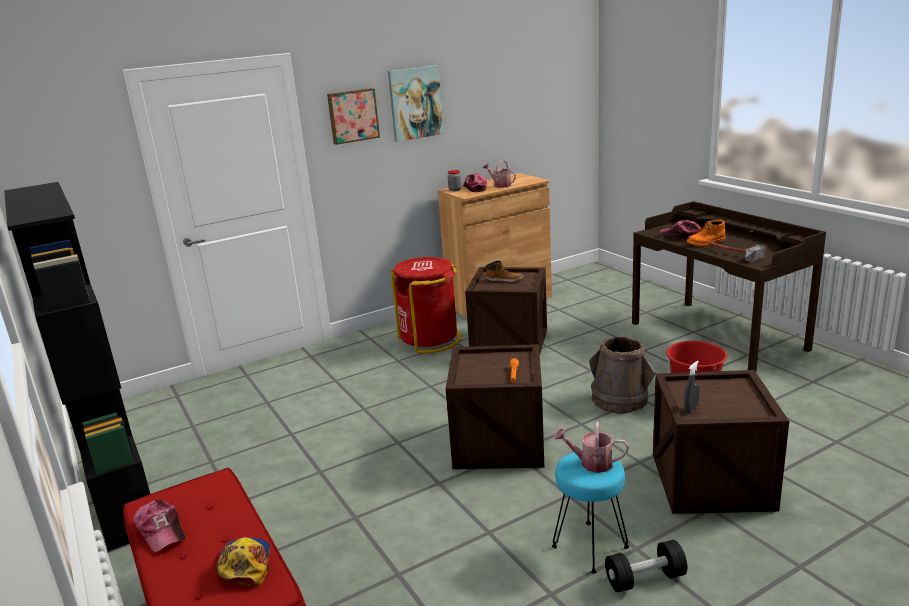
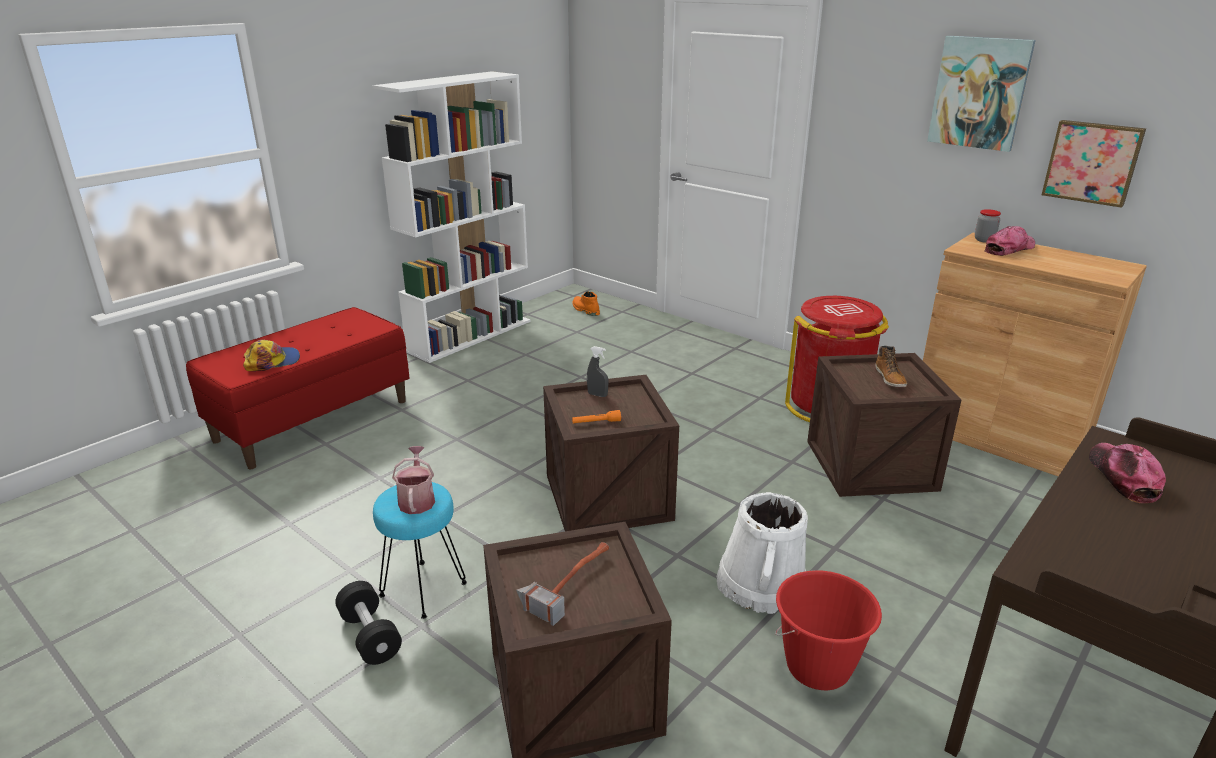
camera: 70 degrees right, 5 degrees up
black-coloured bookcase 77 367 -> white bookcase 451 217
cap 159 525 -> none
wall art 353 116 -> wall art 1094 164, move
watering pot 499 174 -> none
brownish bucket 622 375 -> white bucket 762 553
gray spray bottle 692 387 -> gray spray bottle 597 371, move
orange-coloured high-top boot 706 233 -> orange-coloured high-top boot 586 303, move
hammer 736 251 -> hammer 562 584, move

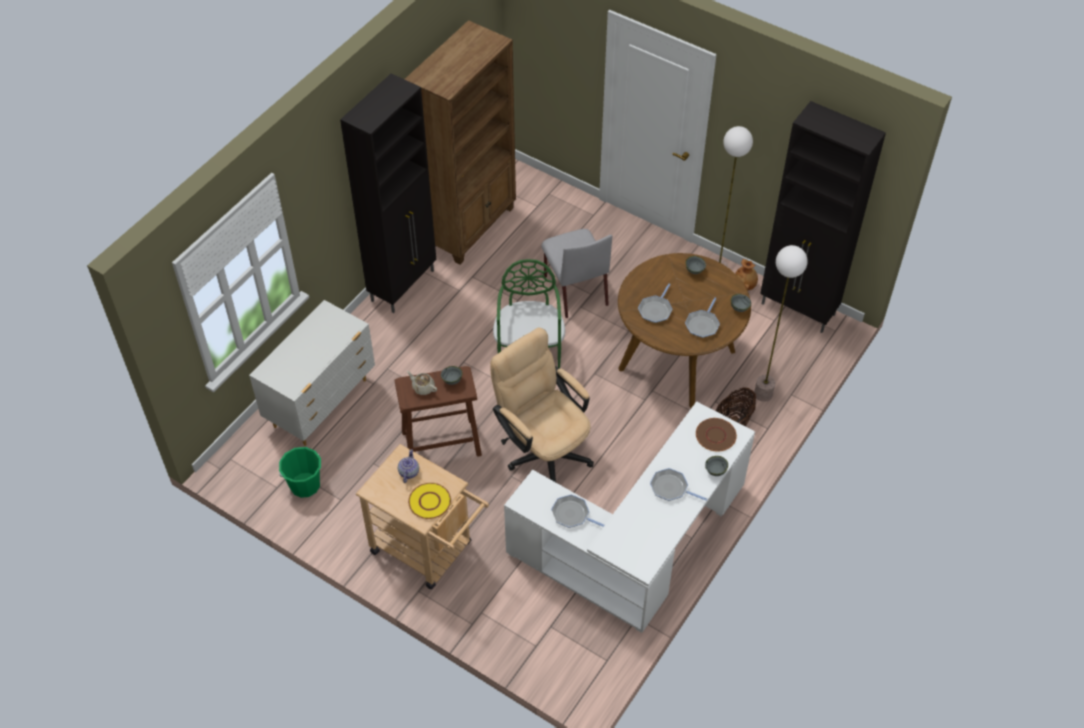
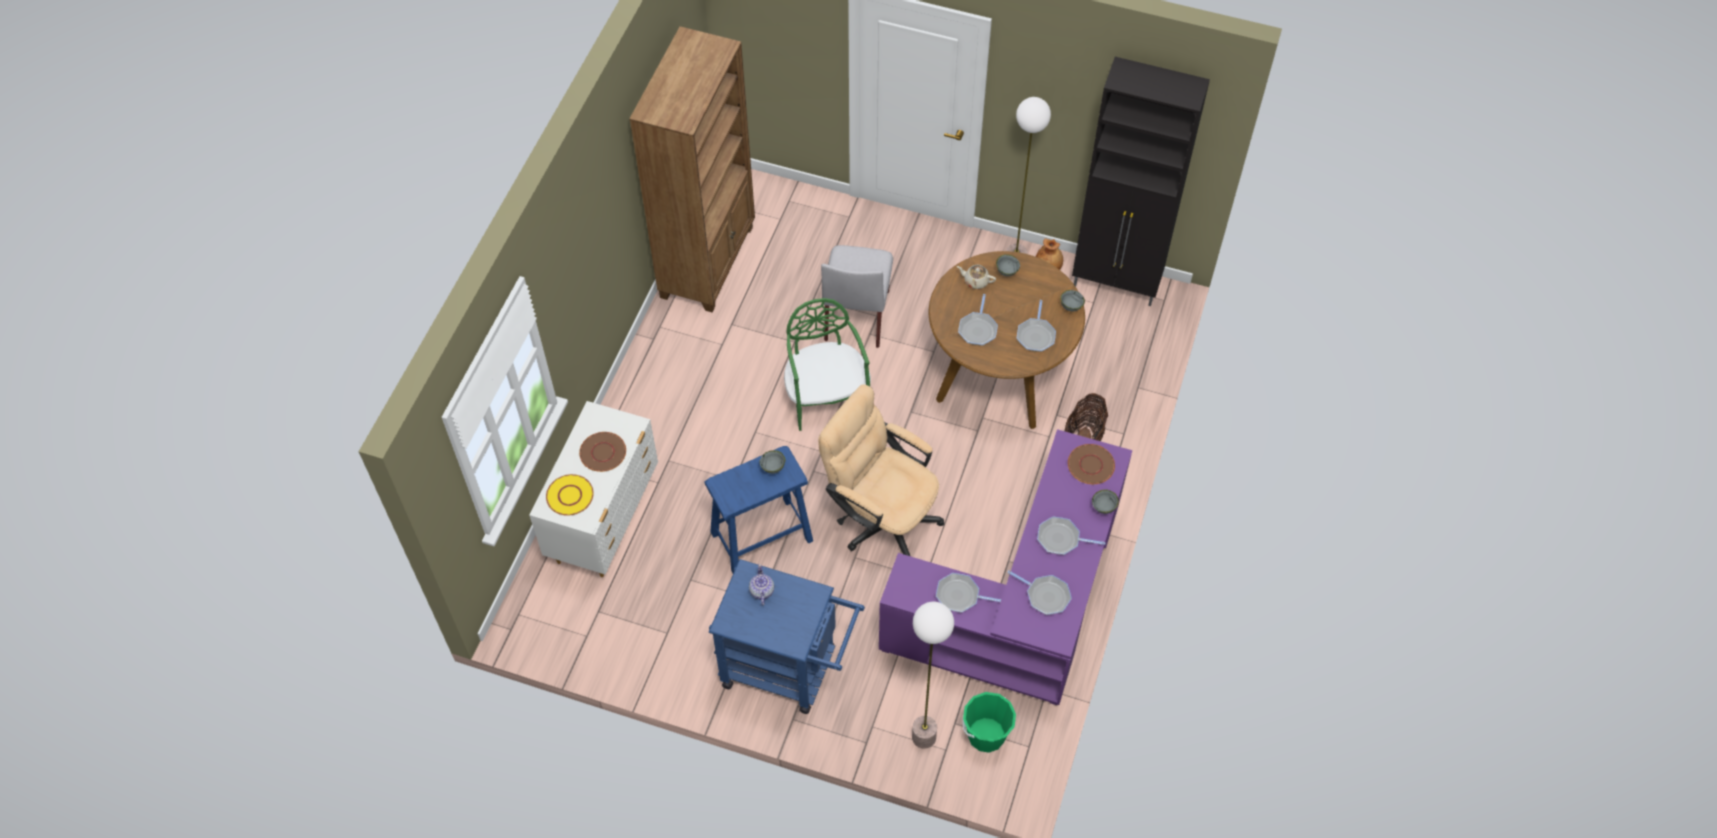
camera: 15 degrees left, 5 degrees up
green bucket 300 472 -> green bucket 989 722, move
black-coloured cupboard 388 193 -> none
beige-coloured wheeled cart 422 516 -> blue-coloured wheeled cart 787 636
brownish sitting stool 438 411 -> blue-coloured sitting stool 759 509
beige-coloured teapot 422 383 -> beige-coloured teapot 976 277, move
yellow-coloured dinner plate 429 501 -> yellow-coloured dinner plate 570 495, move
white desk 629 517 -> purplish desk 1005 567
gray chair 576 273 -> gray chair 857 296, 45 degrees clockwise
floor lamp 781 323 -> floor lamp 933 675, move
none -> brownish dinner plate 602 452
none -> pan 1039 593

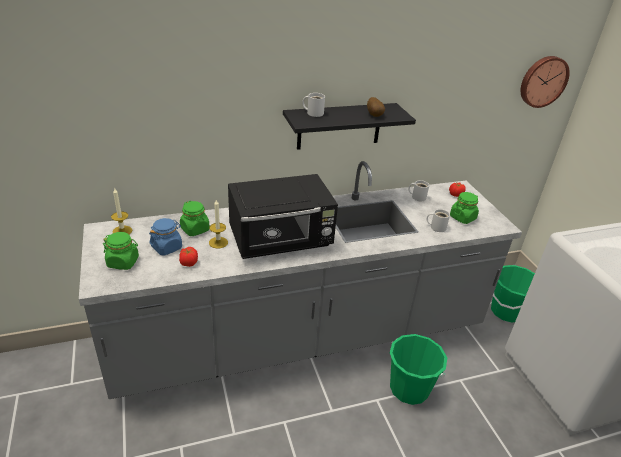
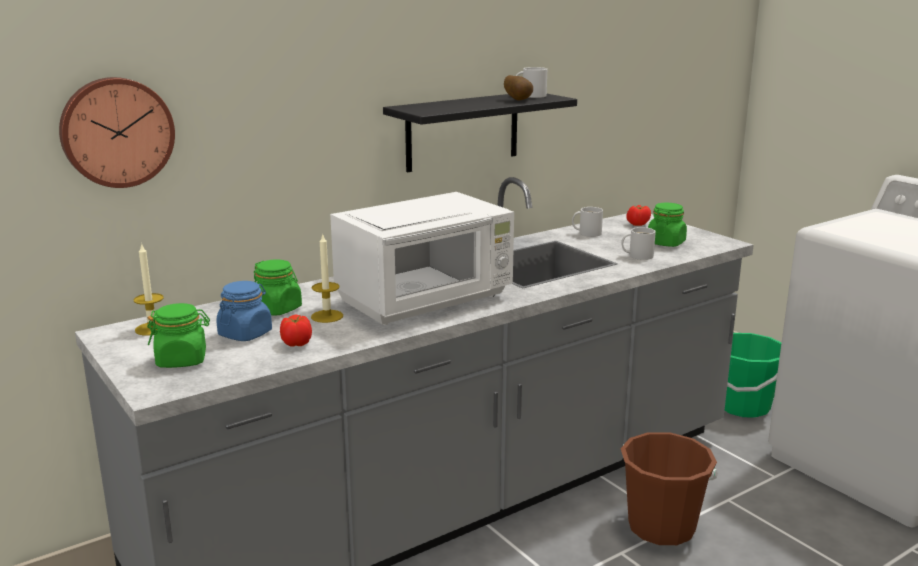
camera: 15 degrees left, 15 degrees down
black-coloured kitchen microwave 283 216 -> white kitchen microwave 422 258
white tea mug 313 105 -> white tea mug 531 82, move
green bucket 418 369 -> brownish bucket 669 488
hanging clock 545 82 -> hanging clock 117 132, move

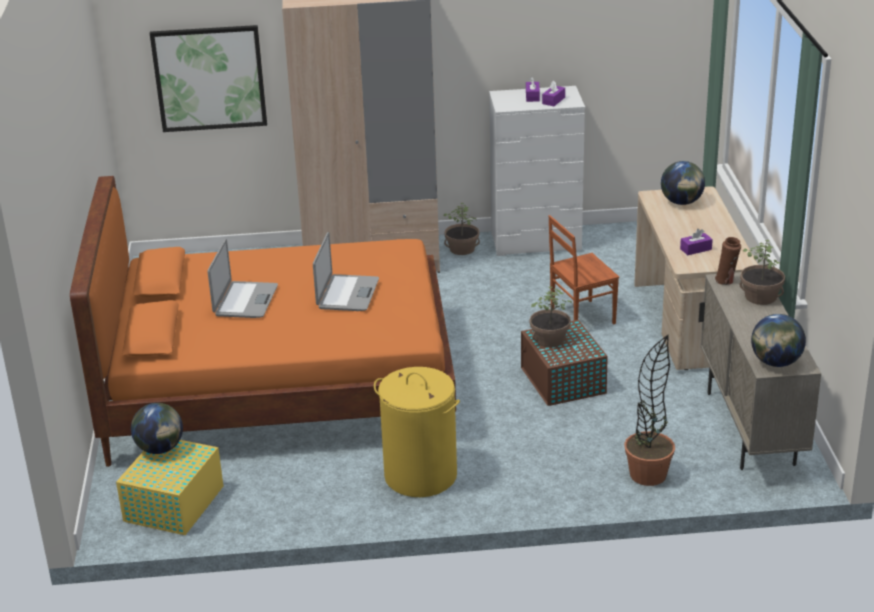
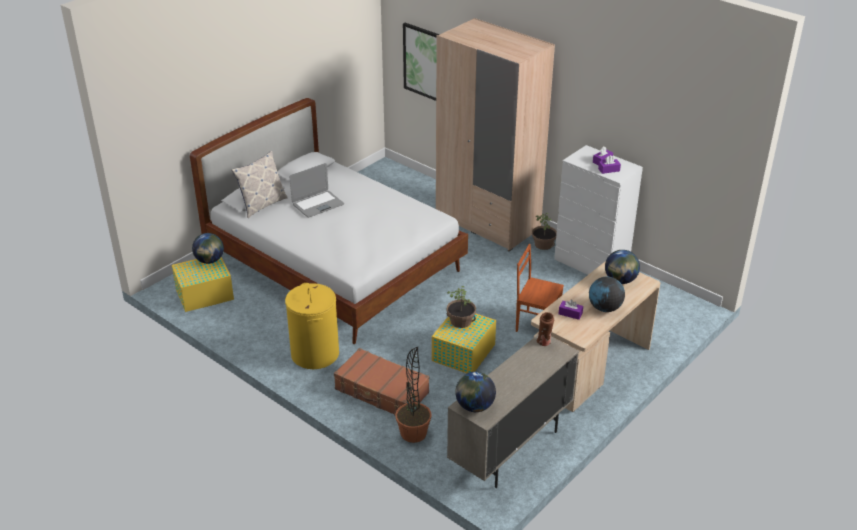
camera: 45 degrees right, 5 degrees up
orange-coloured bedroom bed 263 321 -> white bedroom bed 329 221
laptop 346 271 -> none
brownish storage bin 564 363 -> yellow-coloured storage bin 464 343
potted plant 762 272 -> none
none -> pillow 259 184
none -> brownish piece of luggage 381 381
none -> globe 607 294

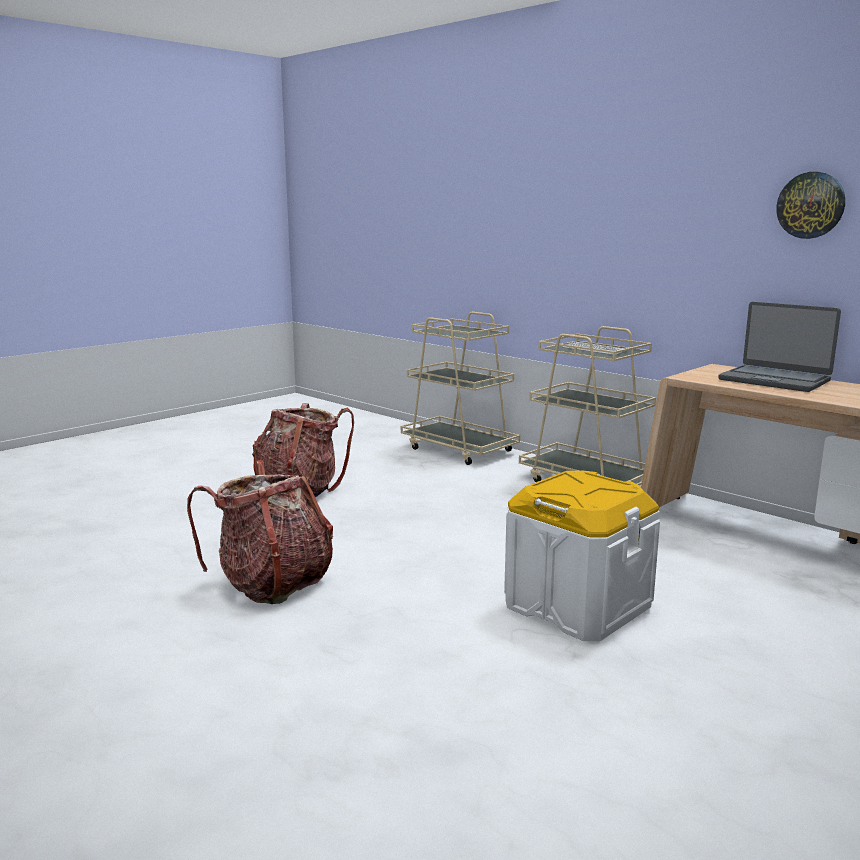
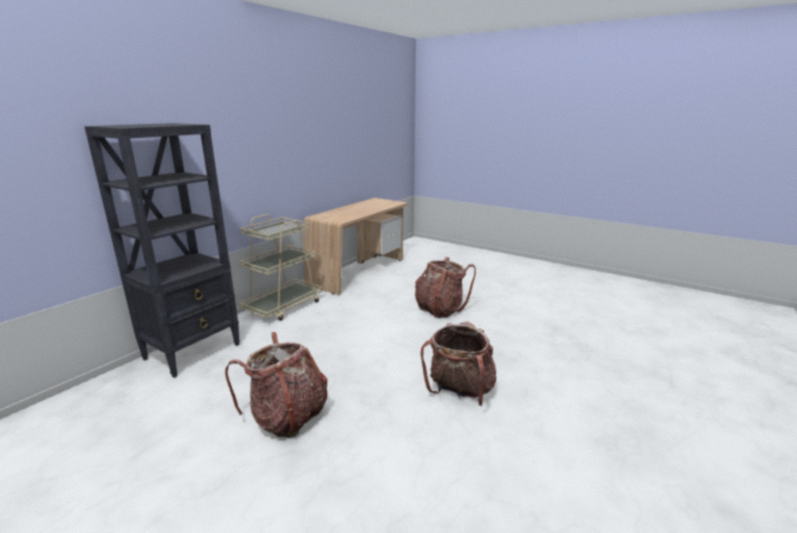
camera: 100 degrees left, 5 degrees up
beige-coloured wheeled cart 460 388 -> black-coloured bookcase 162 250
white storage bin 582 555 -> backpack 445 287
laptop 779 347 -> none
hanging clock 810 205 -> none

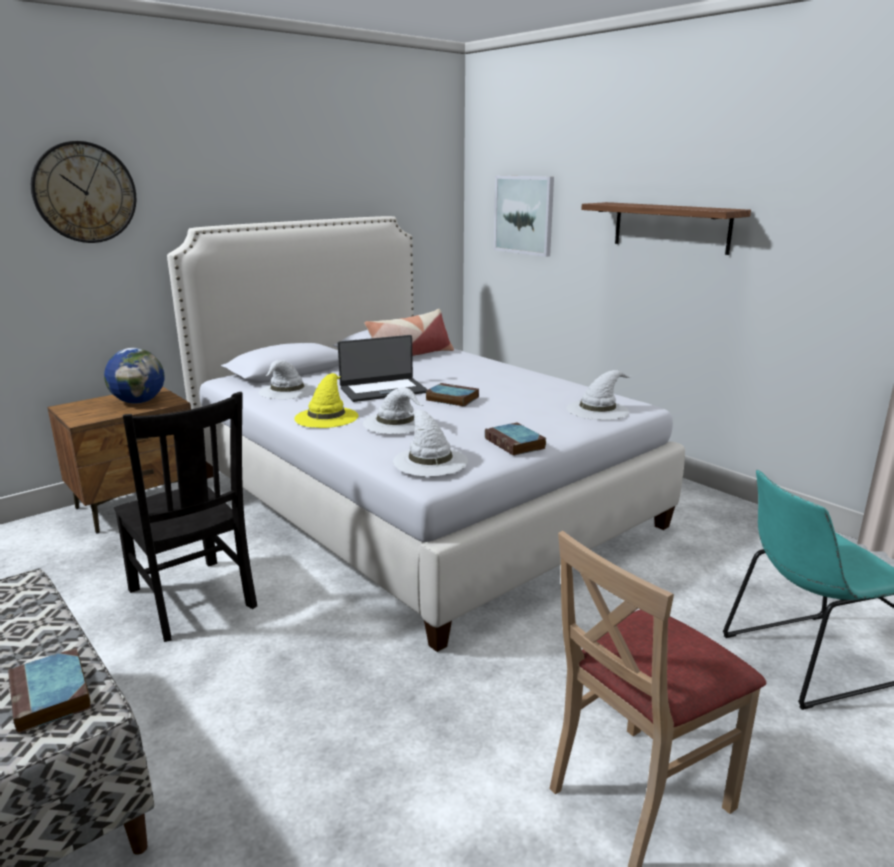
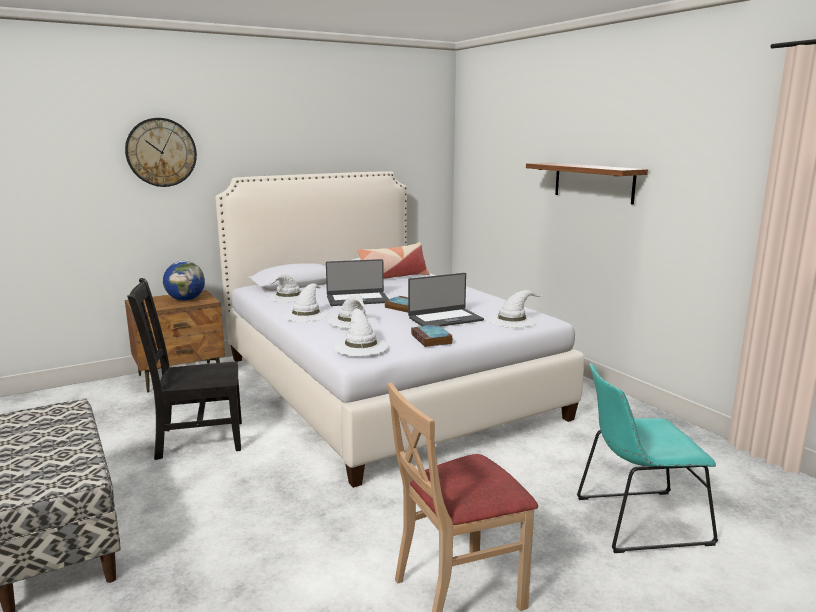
camera: 10 degrees right, 5 degrees down
volume 49 691 -> none
black-coloured chair 185 517 -> black-coloured chair 184 369, 105 degrees clockwise
yellow-coloured clothing hat 326 400 -> white clothing hat 306 302
wall art 524 216 -> none
none -> laptop 446 300

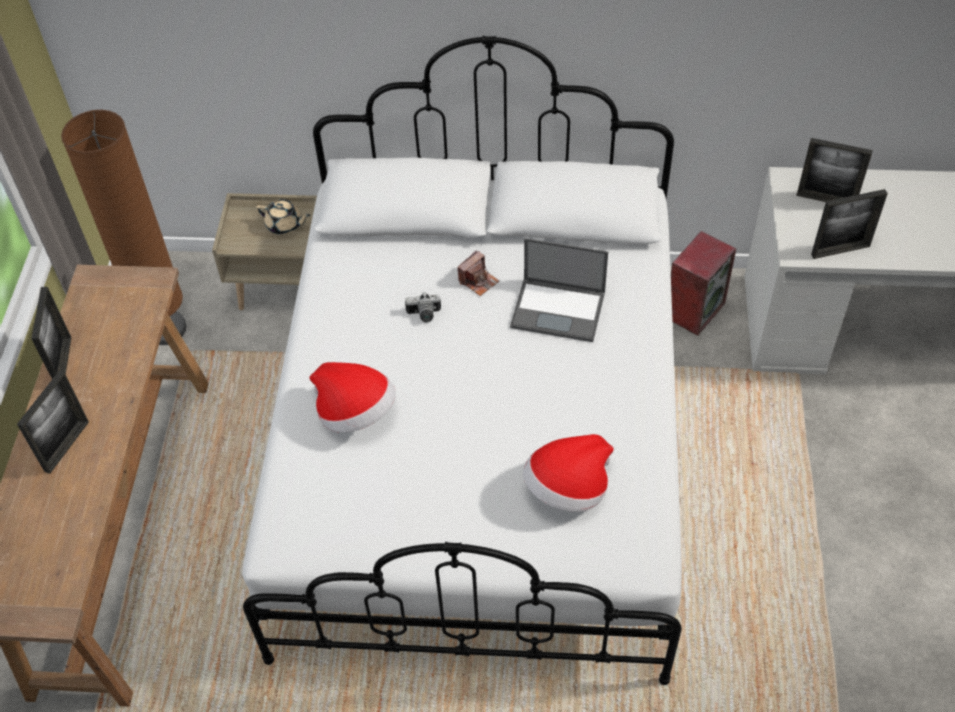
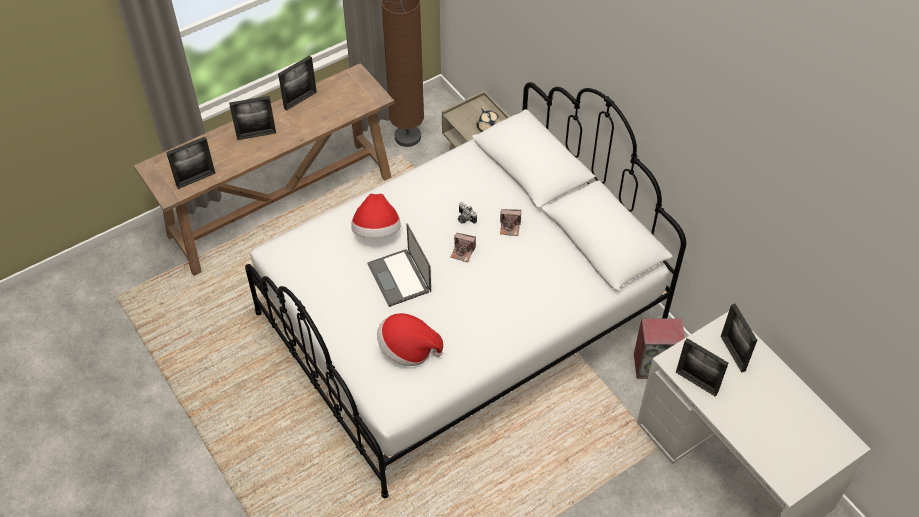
camera: 50 degrees right, 0 degrees up
laptop 559 290 -> laptop 399 265, move
none -> picture frame 190 163
none -> photo camera 463 247

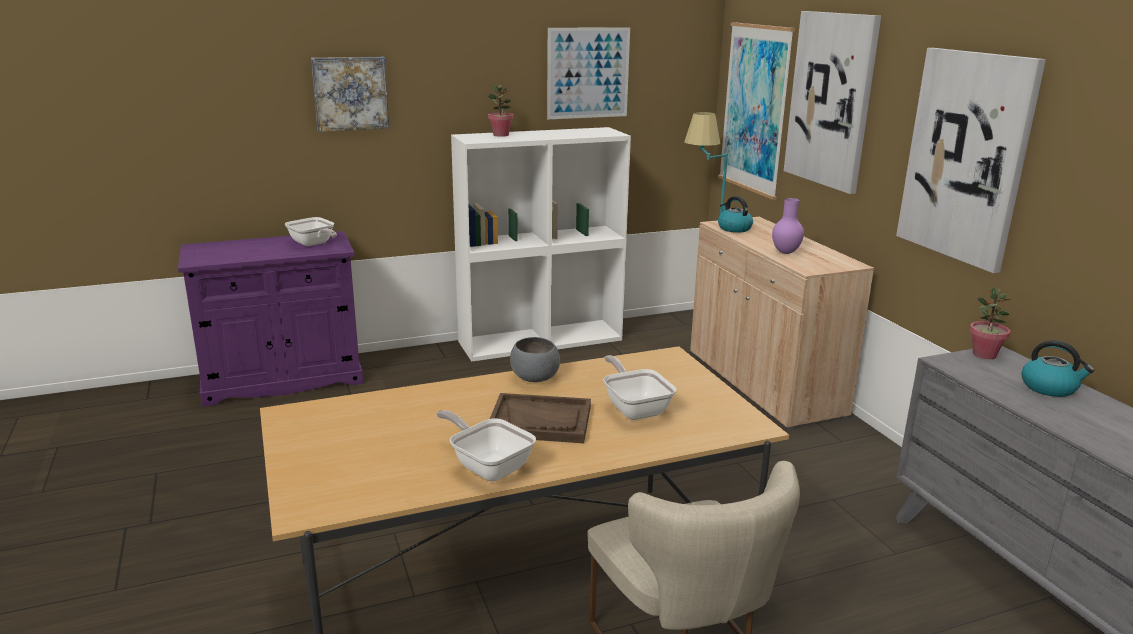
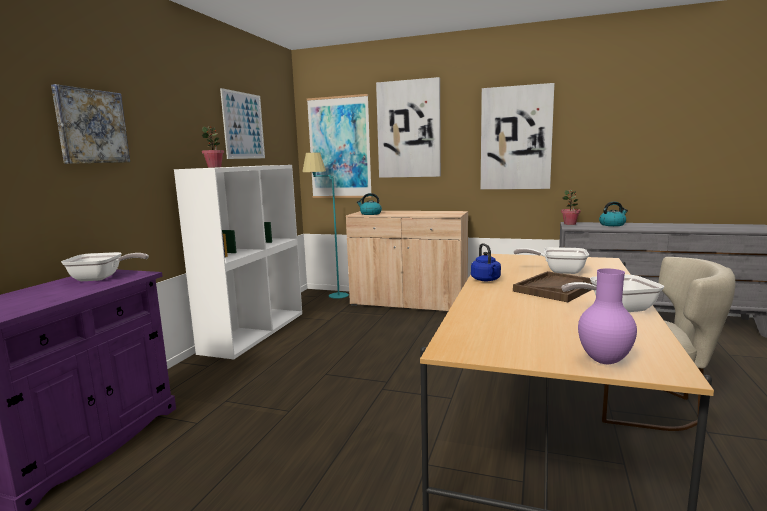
camera: 50 degrees left, 10 degrees down
gray bowl 535 359 -> blue-coloured kettle 486 262
purplish decorative vase 788 226 -> purplish decorative vase 607 316, move

